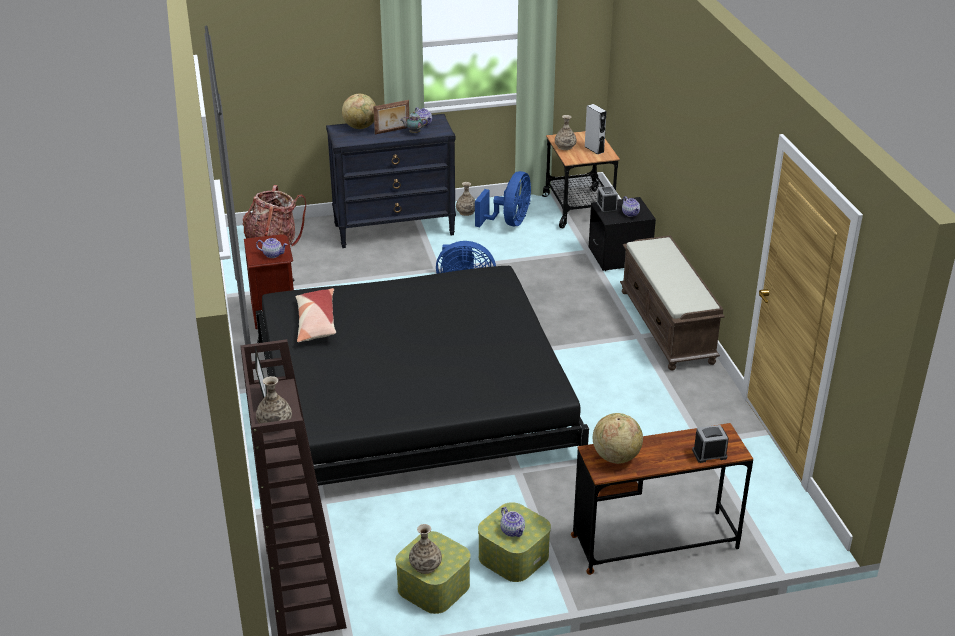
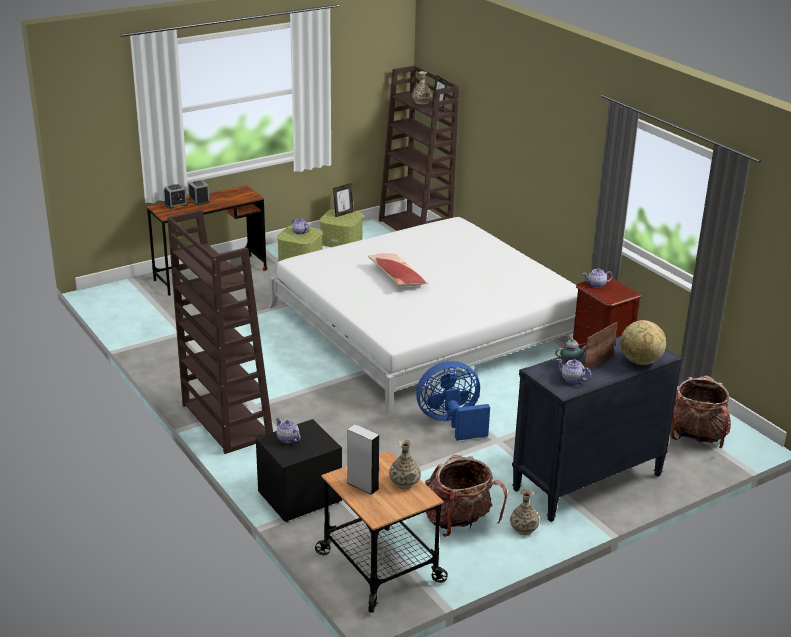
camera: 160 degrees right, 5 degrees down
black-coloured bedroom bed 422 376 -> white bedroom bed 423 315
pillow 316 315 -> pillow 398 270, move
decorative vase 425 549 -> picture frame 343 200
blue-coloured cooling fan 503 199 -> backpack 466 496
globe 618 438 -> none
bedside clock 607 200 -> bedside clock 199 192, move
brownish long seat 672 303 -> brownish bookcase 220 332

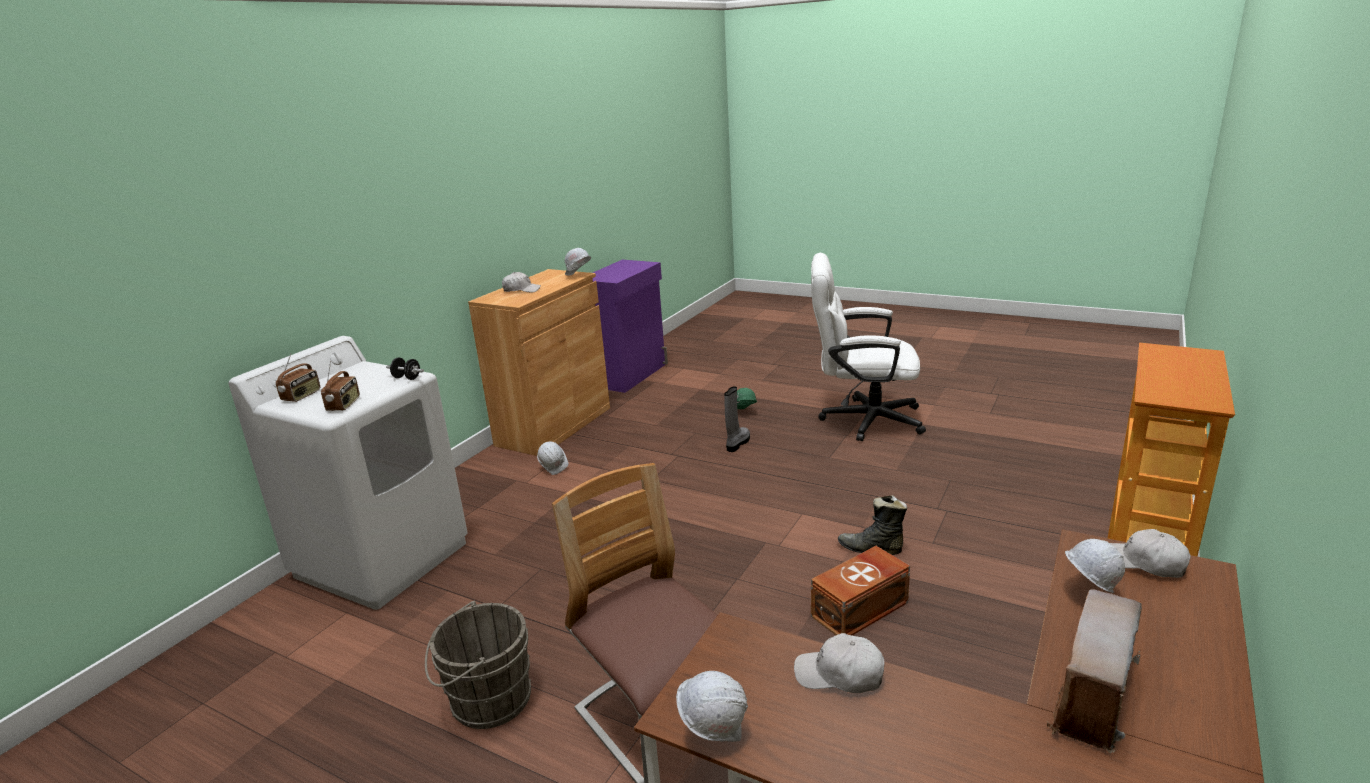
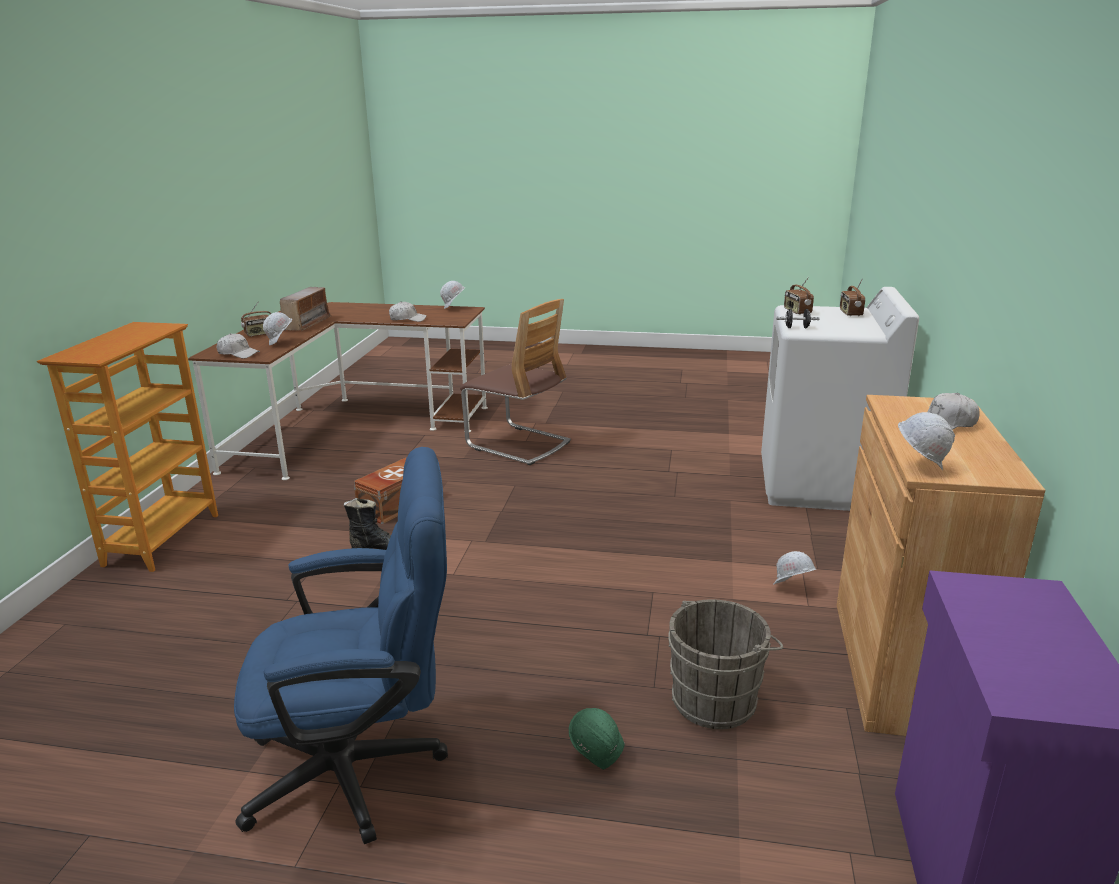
camera: 160 degrees right, 0 degrees up
gray bucket 478 665 -> gray bucket 725 664, move
gray high-top boot 737 419 -> none
white computer chair 868 347 -> blue-coloured computer chair 341 645
none -> radio set 256 319

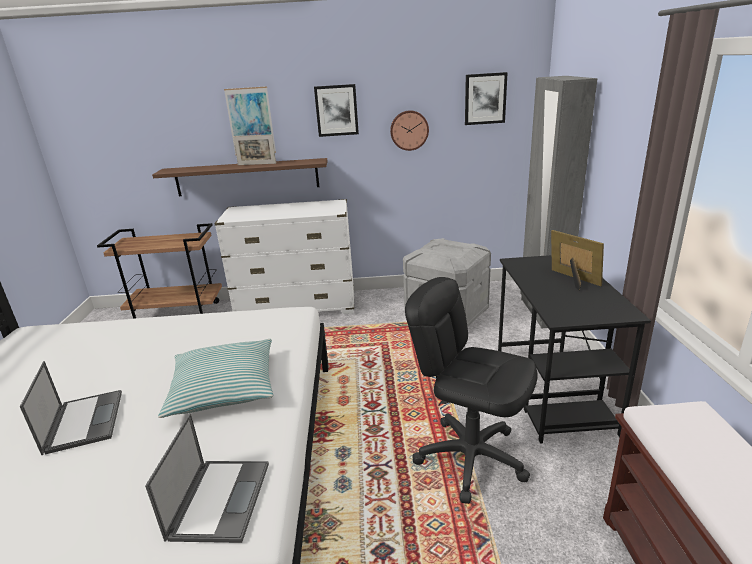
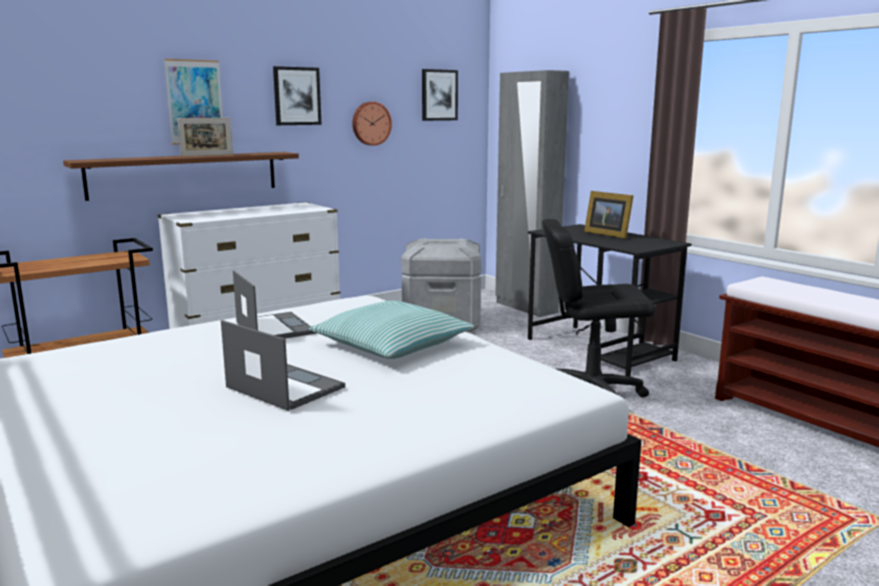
camera: 35 degrees left, 10 degrees down
laptop 207 478 -> laptop 274 305, move
picture frame 577 260 -> picture frame 609 215, 150 degrees counterclockwise

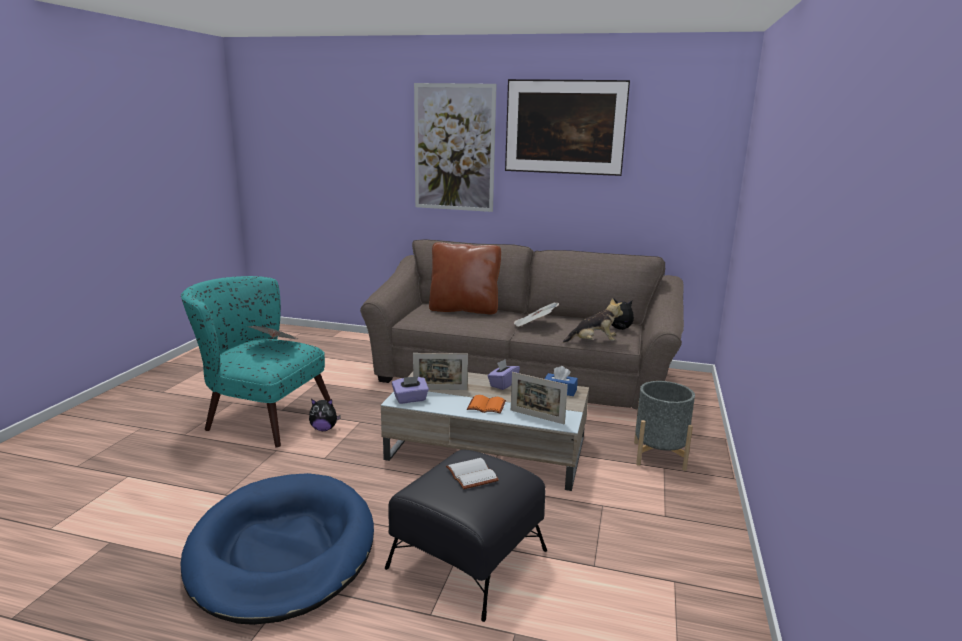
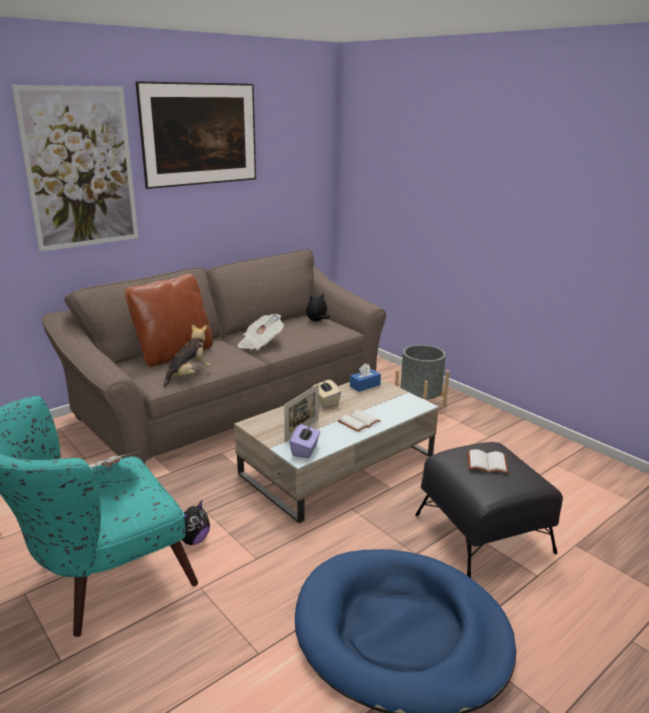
camera: 55 degrees left, 5 degrees up
orange-coloured volume 486 404 -> white volume 359 421
purplish tissue box 504 374 -> beige-coloured tissue box 327 393
picture frame 539 398 -> none
soft toy 593 320 -> soft toy 187 356, move

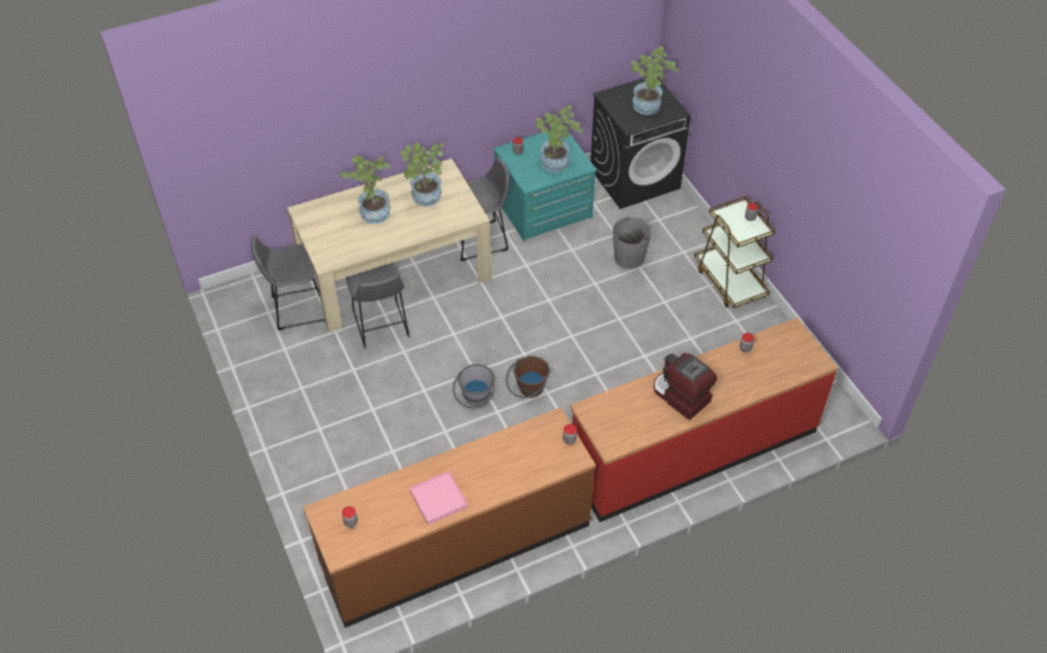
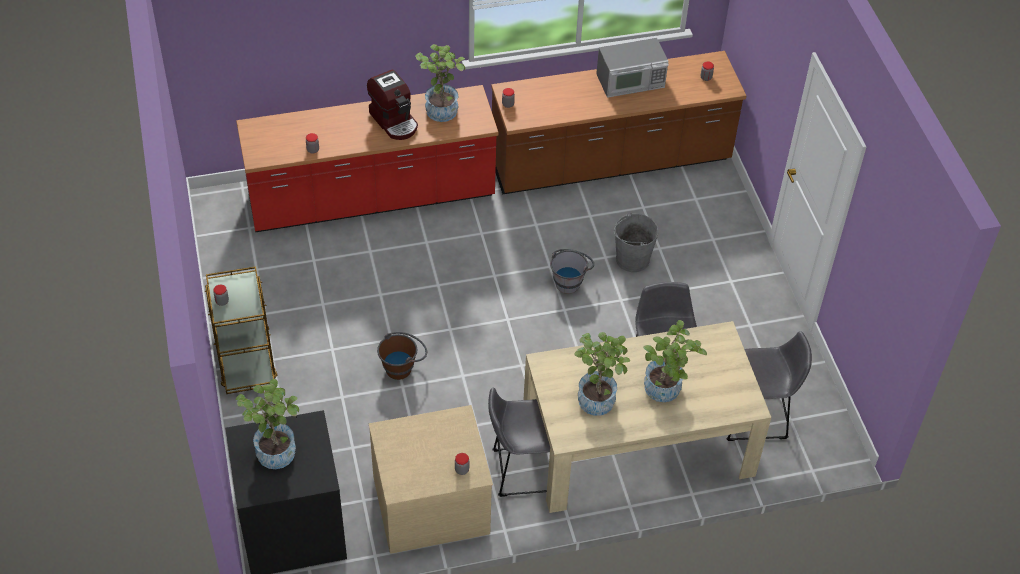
camera: 170 degrees left, 0 degrees up
pink serving tray 438 498 -> kitchen microwave 632 68
turquoise dresser 545 185 -> beige-coloured dresser 431 479
brownish bucket 528 377 -> brownish bucket 402 356, move
potted plant 559 138 -> potted plant 440 83, move
gray bucket 632 243 -> gray bucket 636 242, move

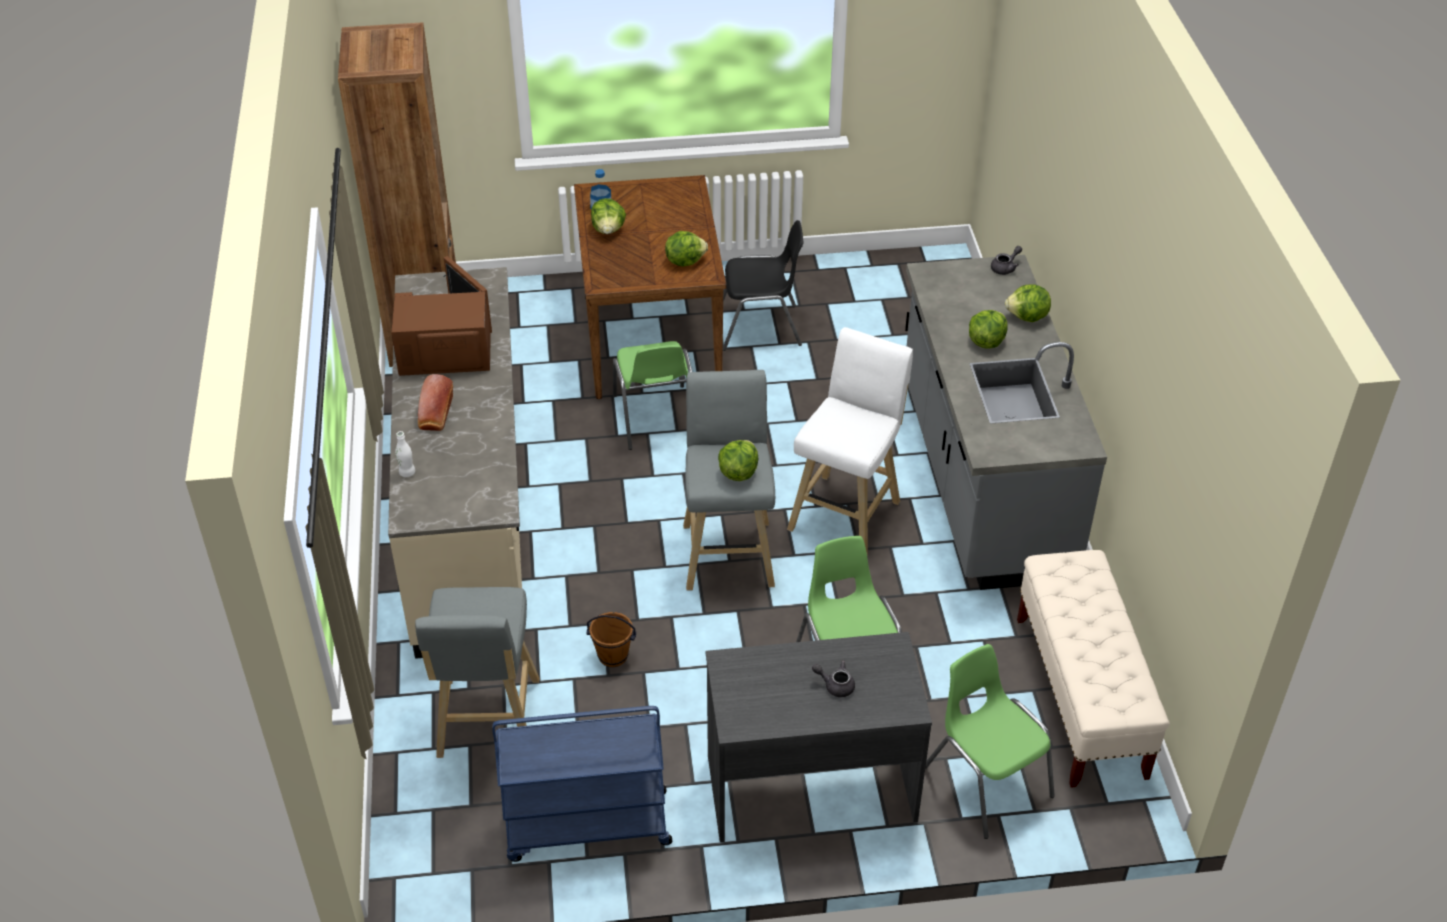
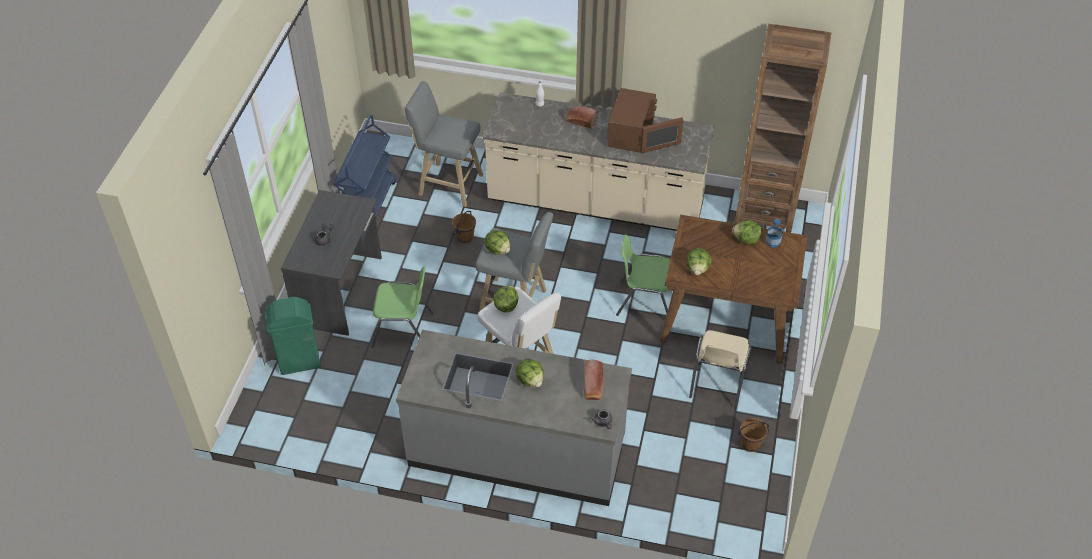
camera: 110 degrees right, 5 degrees up
black-coloured chair 763 285 -> beige-coloured chair 720 369
green chair 990 741 -> green trash can 293 336
lettuce 1028 303 -> lettuce 505 299, move
beige-coloured long seat 1093 669 -> none
none -> bread 593 380
none -> brownish bucket 753 435

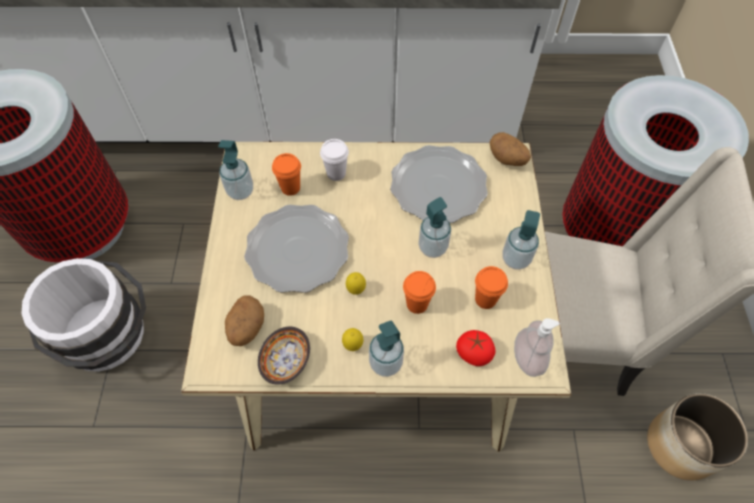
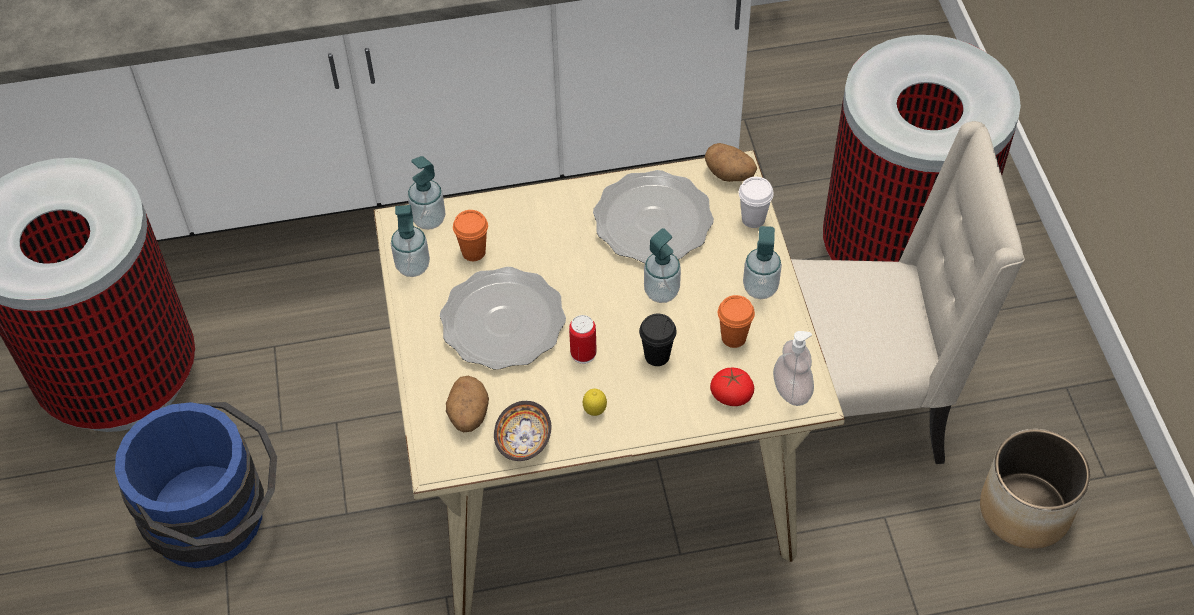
camera: 10 degrees left, 5 degrees down
white bucket 84 315 -> blue-coloured bucket 196 485
white cup 334 160 -> white cup 756 202, move
citrus fruit 356 283 -> sealed can 583 339
soap dispenser 386 349 -> soap dispenser 427 193, move
orange-coloured cup 419 292 -> black-coloured cup 658 340

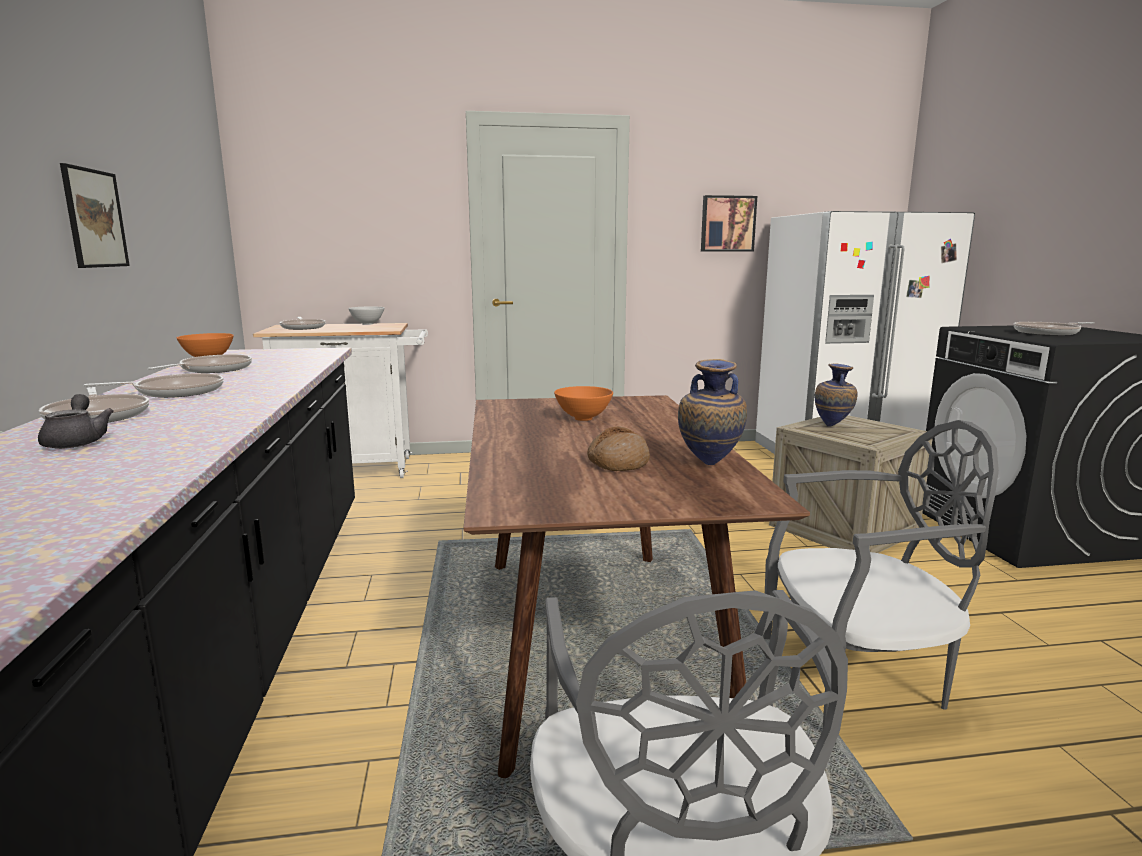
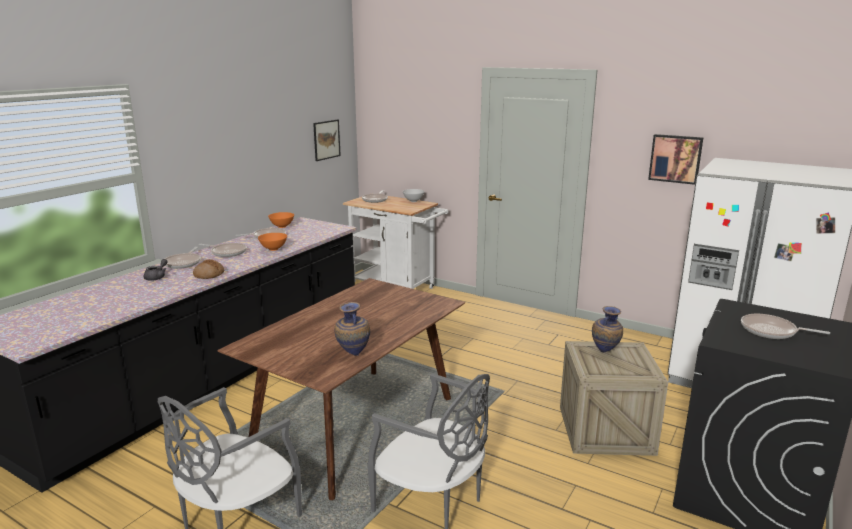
camera: 40 degrees right, 5 degrees up
wall art 95 215 -> wall art 327 140, move
orange-coloured bowl 583 403 -> orange-coloured bowl 272 242, move
bread 618 448 -> bread 208 269, move

